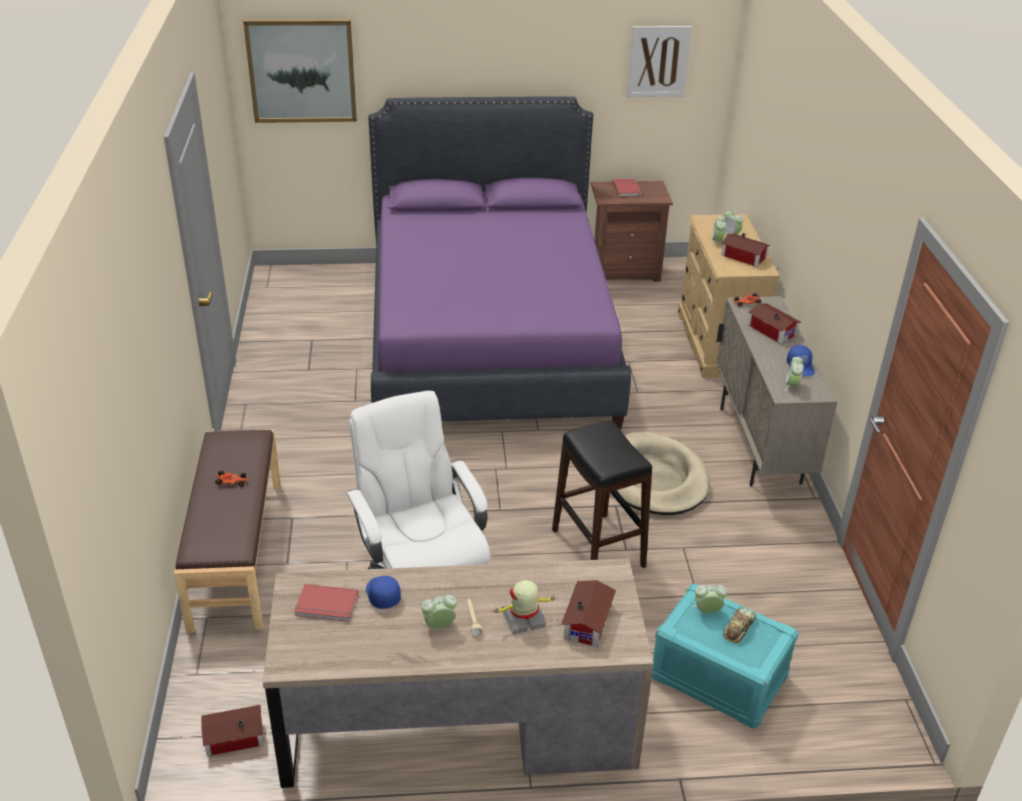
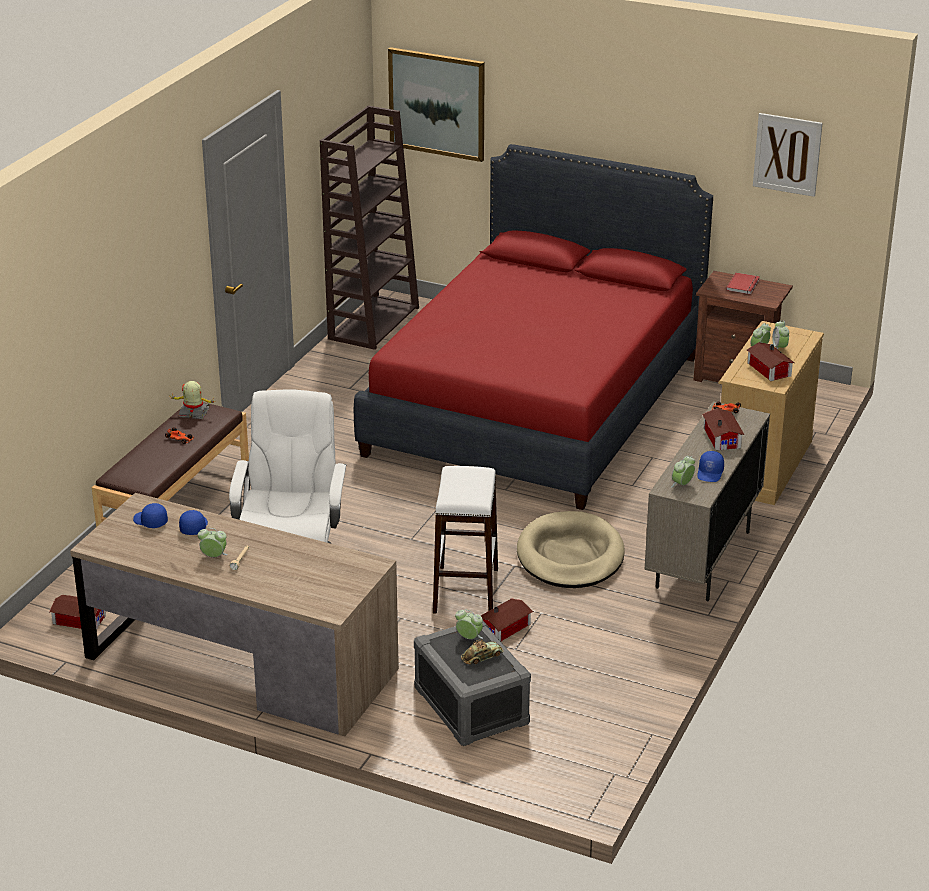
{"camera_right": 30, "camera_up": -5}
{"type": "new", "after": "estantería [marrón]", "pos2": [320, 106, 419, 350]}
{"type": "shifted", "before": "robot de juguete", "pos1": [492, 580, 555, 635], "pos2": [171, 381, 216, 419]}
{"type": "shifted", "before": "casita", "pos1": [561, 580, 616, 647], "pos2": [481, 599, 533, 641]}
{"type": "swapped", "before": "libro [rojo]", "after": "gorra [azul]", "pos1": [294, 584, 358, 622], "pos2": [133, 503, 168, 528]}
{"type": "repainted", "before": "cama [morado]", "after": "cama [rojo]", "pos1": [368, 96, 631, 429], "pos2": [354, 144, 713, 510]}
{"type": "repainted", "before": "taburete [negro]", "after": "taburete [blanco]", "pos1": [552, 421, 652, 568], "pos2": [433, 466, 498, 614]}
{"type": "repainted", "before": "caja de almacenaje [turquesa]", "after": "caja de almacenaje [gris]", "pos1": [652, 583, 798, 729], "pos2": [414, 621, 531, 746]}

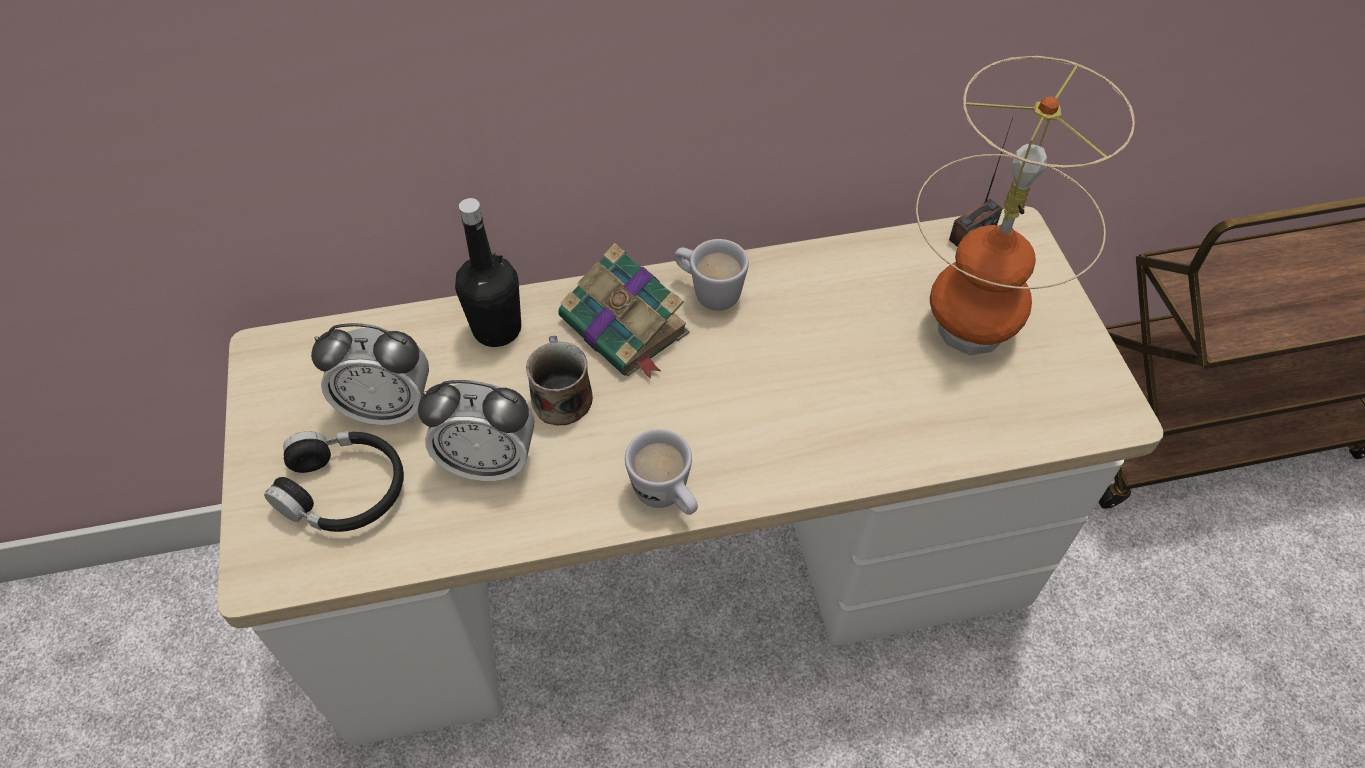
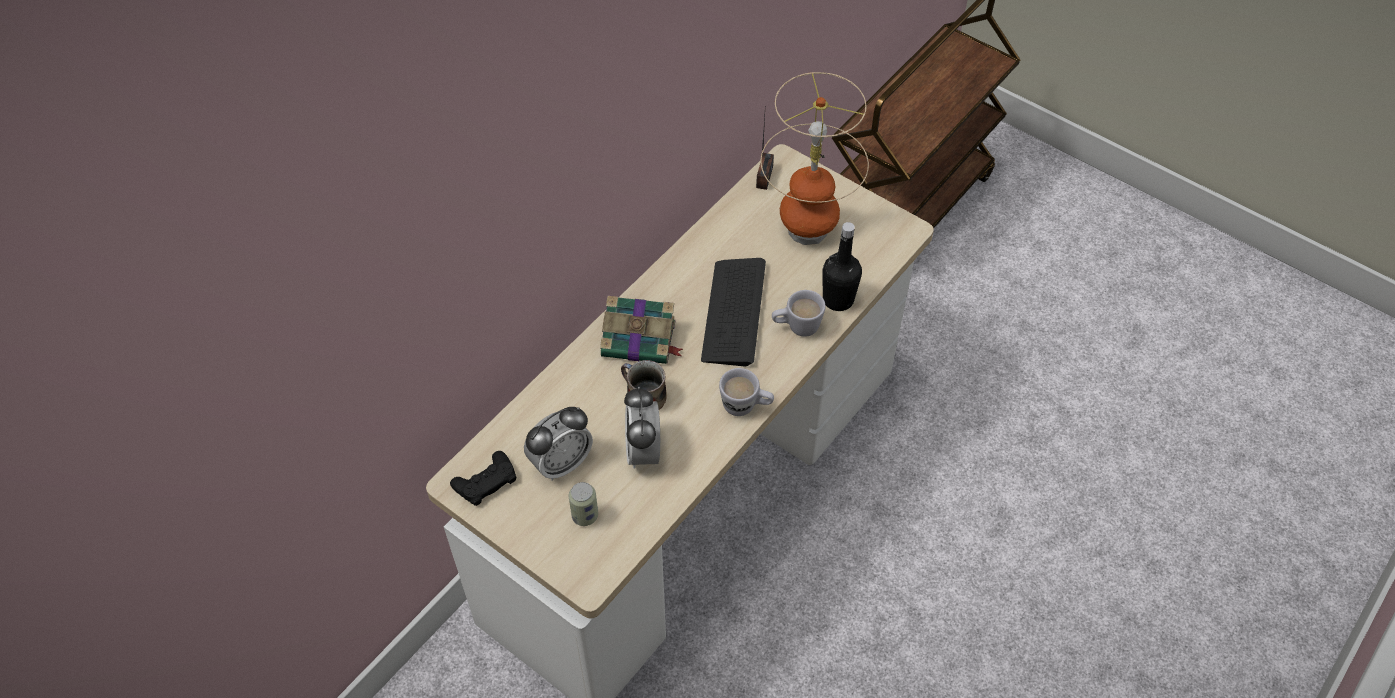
{"camera_right": -40, "camera_up": 0}
{"type": "new", "after": "mando de consola [negro]", "pos2": [450, 451, 517, 506]}
{"type": "new", "after": "teclado", "pos2": [701, 258, 766, 367]}
{"type": "shifted", "before": "botella [negro]", "pos1": [455, 198, 521, 347], "pos2": [822, 222, 862, 311]}
{"type": "shifted", "before": "taza grande [blanco]", "pos1": [674, 239, 749, 311], "pos2": [772, 290, 826, 337]}
{"type": "swapped", "before": "auriculares [negro]", "after": "lata", "pos1": [264, 431, 404, 532], "pos2": [569, 482, 598, 526]}
{"type": "rotated", "before": "despertador", "pos1": [418, 380, 535, 481], "pos2": [624, 387, 660, 469], "turn": 120}

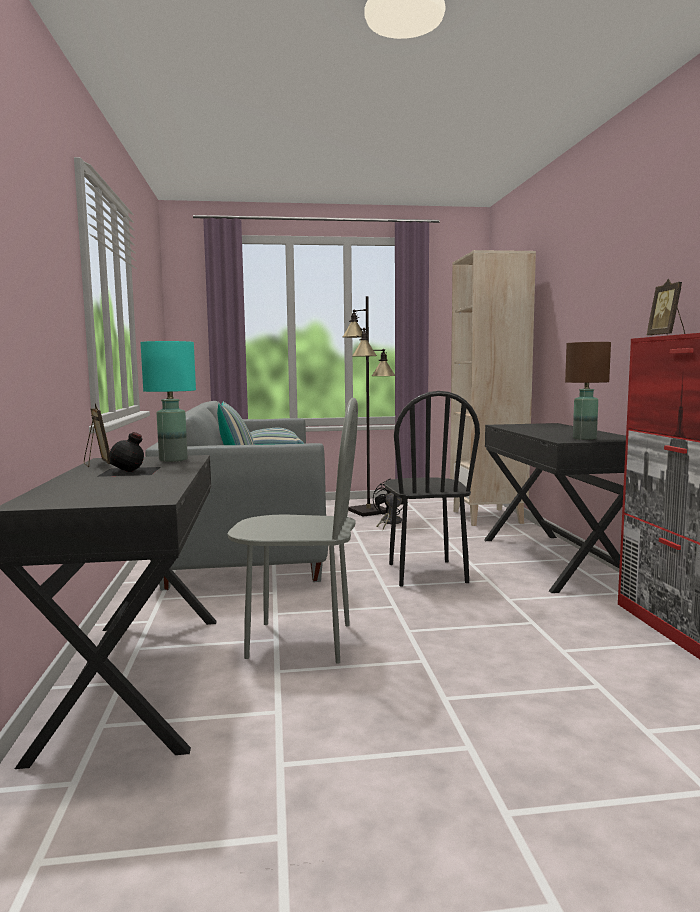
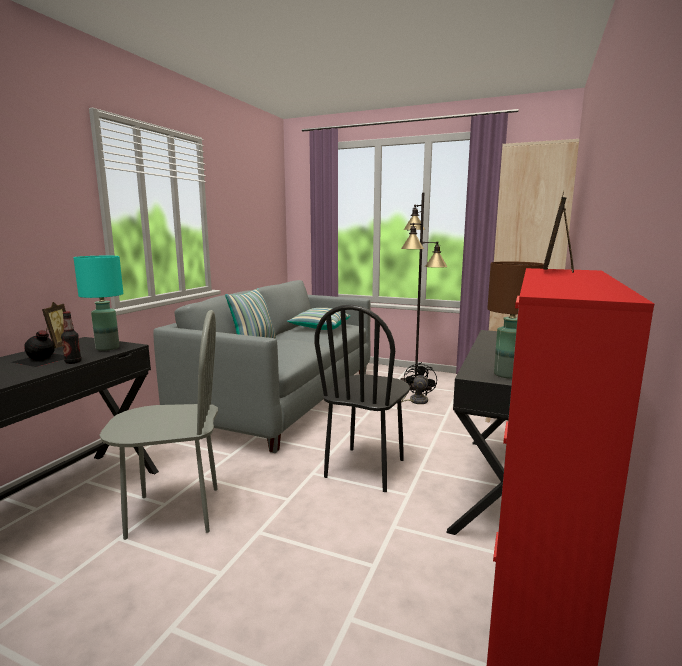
{"camera_right": 30, "camera_up": 5}
{"type": "new", "after": "botella", "pos2": [61, 311, 81, 364]}
{"type": "rotated", "before": "silla [gris]", "pos1": [227, 398, 358, 664], "pos2": [99, 310, 218, 540], "turn": -45}

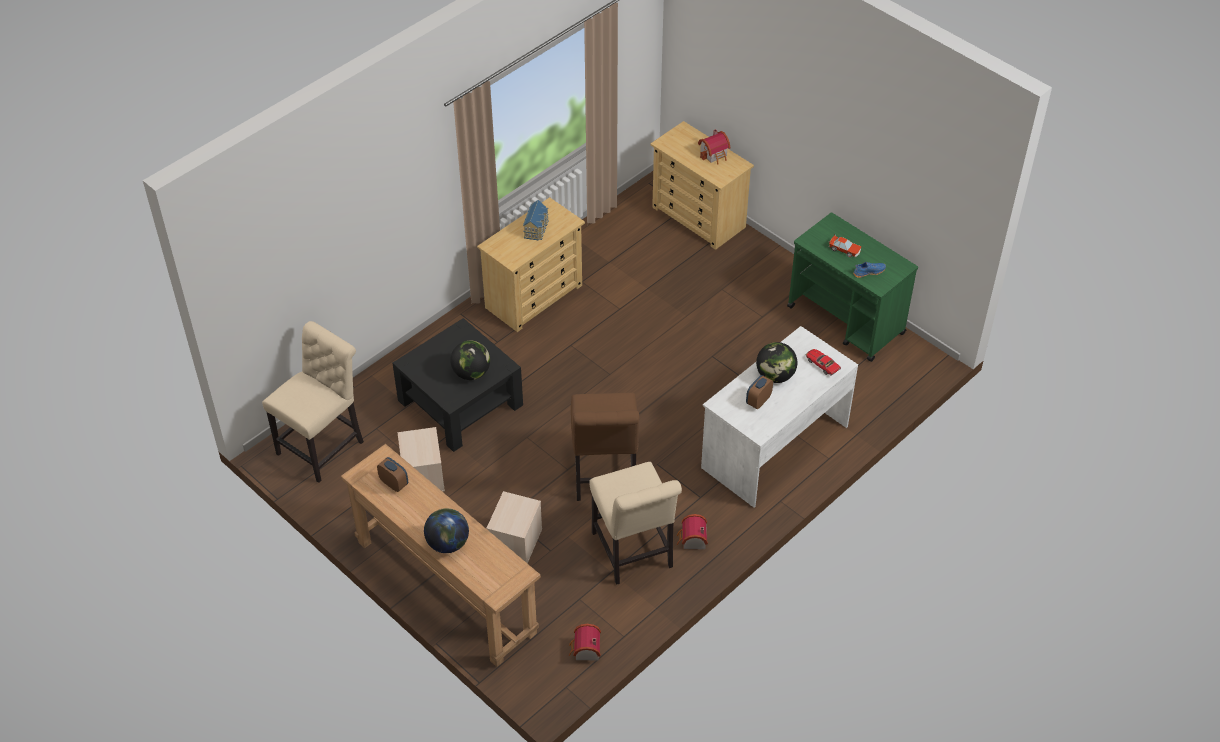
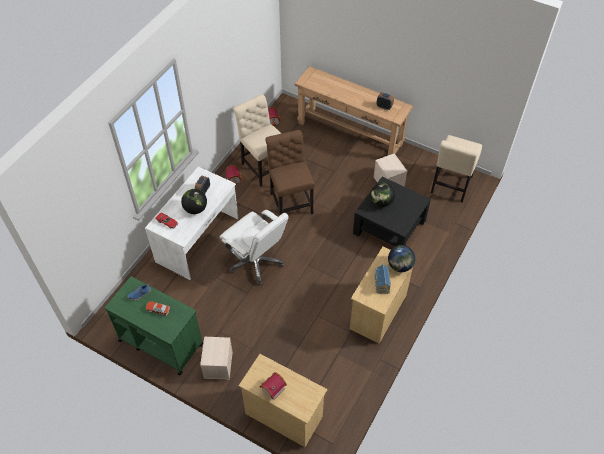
{"camera_right": 165, "camera_up": 5}
{"type": "new", "after": "silla de oficina [blanco]", "pos2": [220, 210, 289, 285]}
{"type": "shifted", "before": "globo terráqueo", "pos1": [424, 508, 469, 553], "pos2": [388, 245, 415, 272]}
{"type": "shifted", "before": "caja de almacenaje [beis]", "pos1": [486, 491, 542, 564], "pos2": [200, 337, 233, 380]}

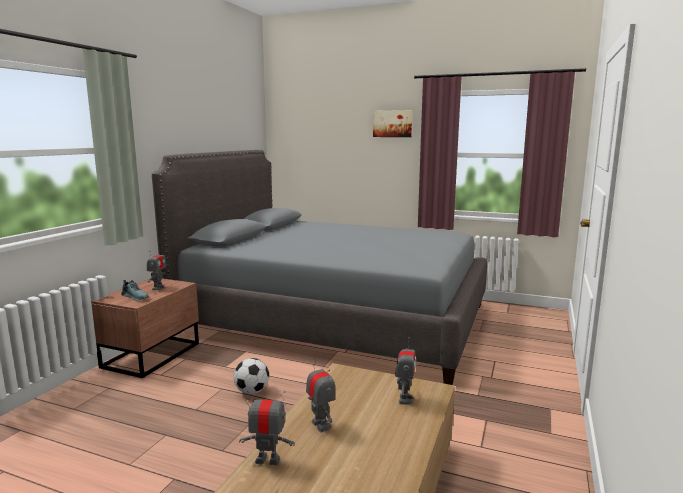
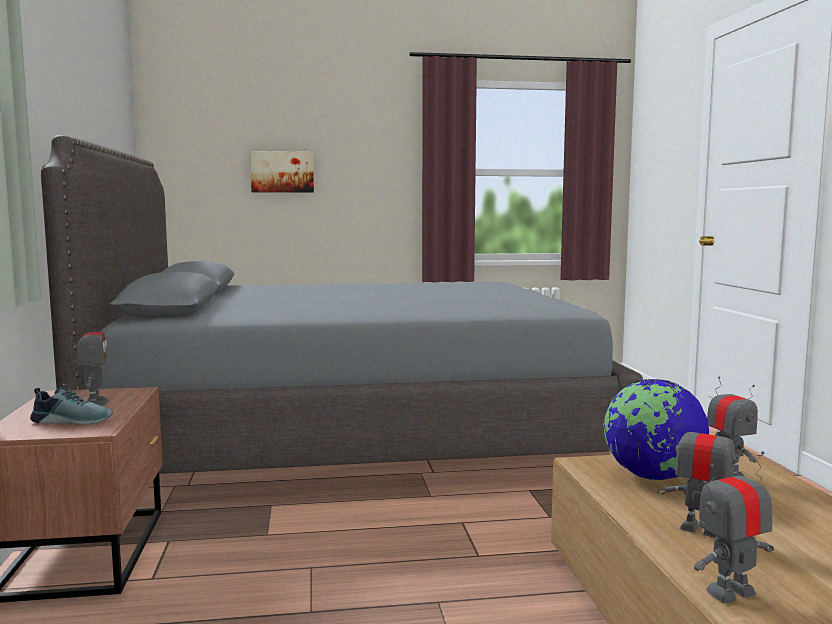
{"camera_right": -30, "camera_up": -5}
{"type": "gone", "before": "balón de fútbol", "pos1": [234, 358, 269, 394]}
{"type": "new", "after": "globo terráqueo", "pos2": [603, 379, 709, 480]}
{"type": "shifted", "before": "cuadro", "pos1": [373, 110, 412, 137], "pos2": [250, 151, 314, 193]}

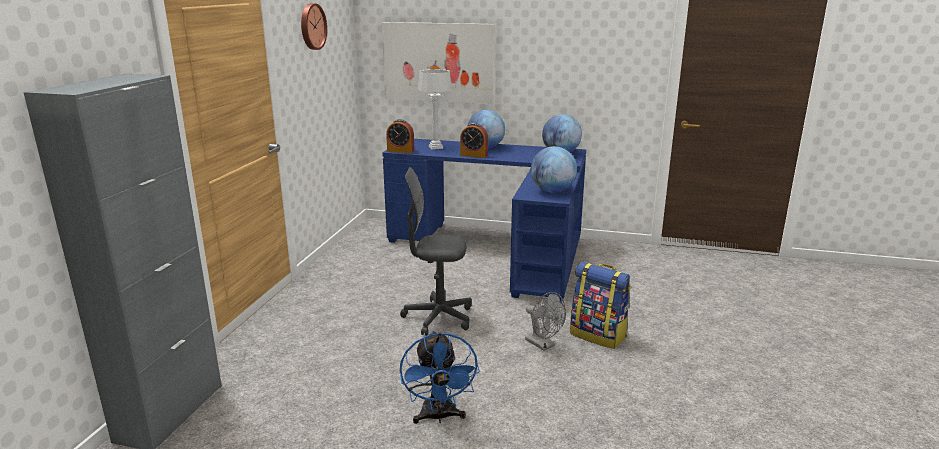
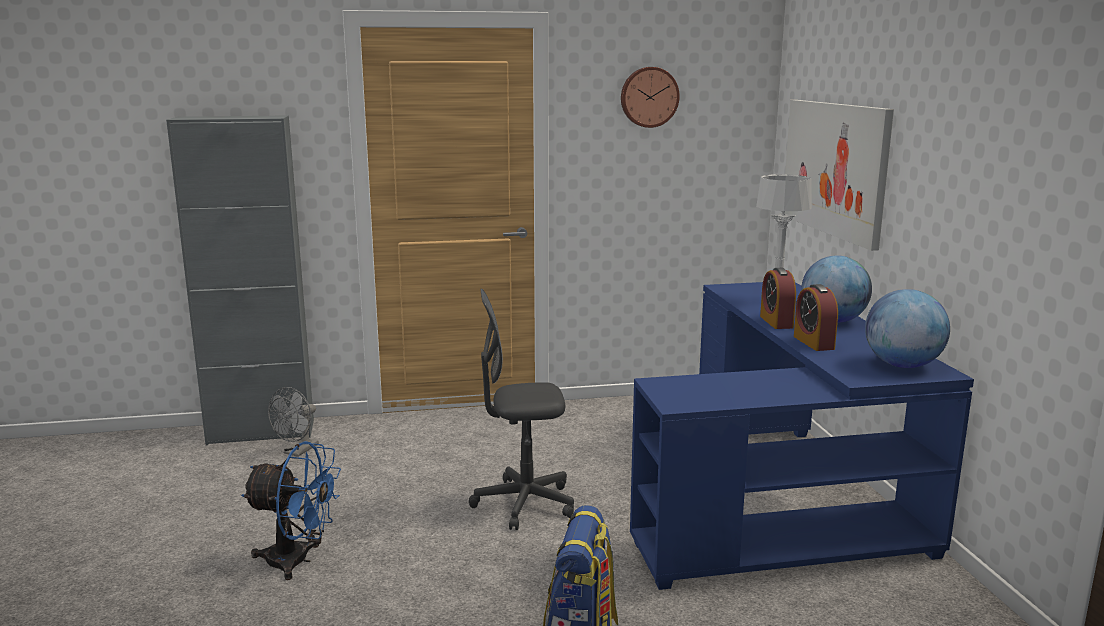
{"camera_right": 65, "camera_up": -5}
{"type": "gone", "before": "globo terráqueo", "pos1": [531, 146, 577, 193]}
{"type": "shifted", "before": "despertador", "pos1": [386, 119, 414, 153], "pos2": [794, 284, 838, 351]}
{"type": "shifted", "before": "ventilador [gris]", "pos1": [525, 292, 566, 351], "pos2": [268, 387, 319, 457]}
{"type": "rotated", "before": "silla de oficina [gris]", "pos1": [400, 167, 472, 336], "pos2": [469, 289, 574, 530], "turn": -75}
{"type": "rotated", "before": "ventilador [azul]", "pos1": [400, 331, 480, 424], "pos2": [241, 441, 341, 580], "turn": -135}

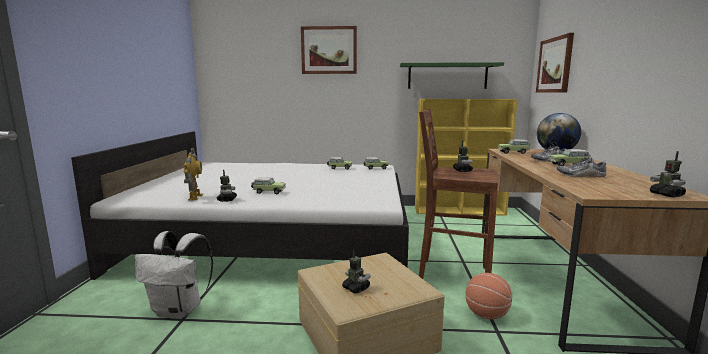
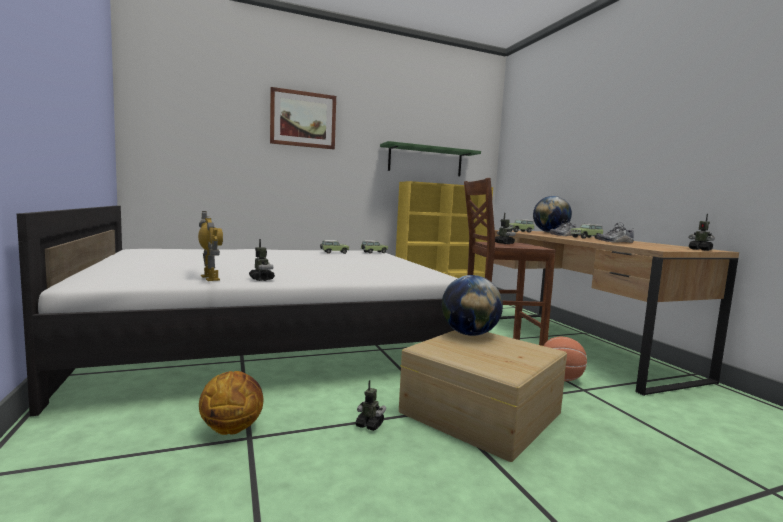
{"camera_right": -25, "camera_up": -5}
{"type": "gone", "before": "coche de juguete", "pos1": [251, 177, 285, 194]}
{"type": "gone", "before": "cuadro", "pos1": [536, 33, 574, 93]}
{"type": "new", "after": "globo terráqueo", "pos2": [442, 275, 503, 336]}
{"type": "shifted", "before": "robot de juguete", "pos1": [342, 249, 371, 293], "pos2": [356, 380, 386, 431]}
{"type": "swapped", "before": "mochila [blanco]", "after": "balón de baloncesto", "pos1": [135, 231, 213, 318], "pos2": [199, 371, 264, 435]}

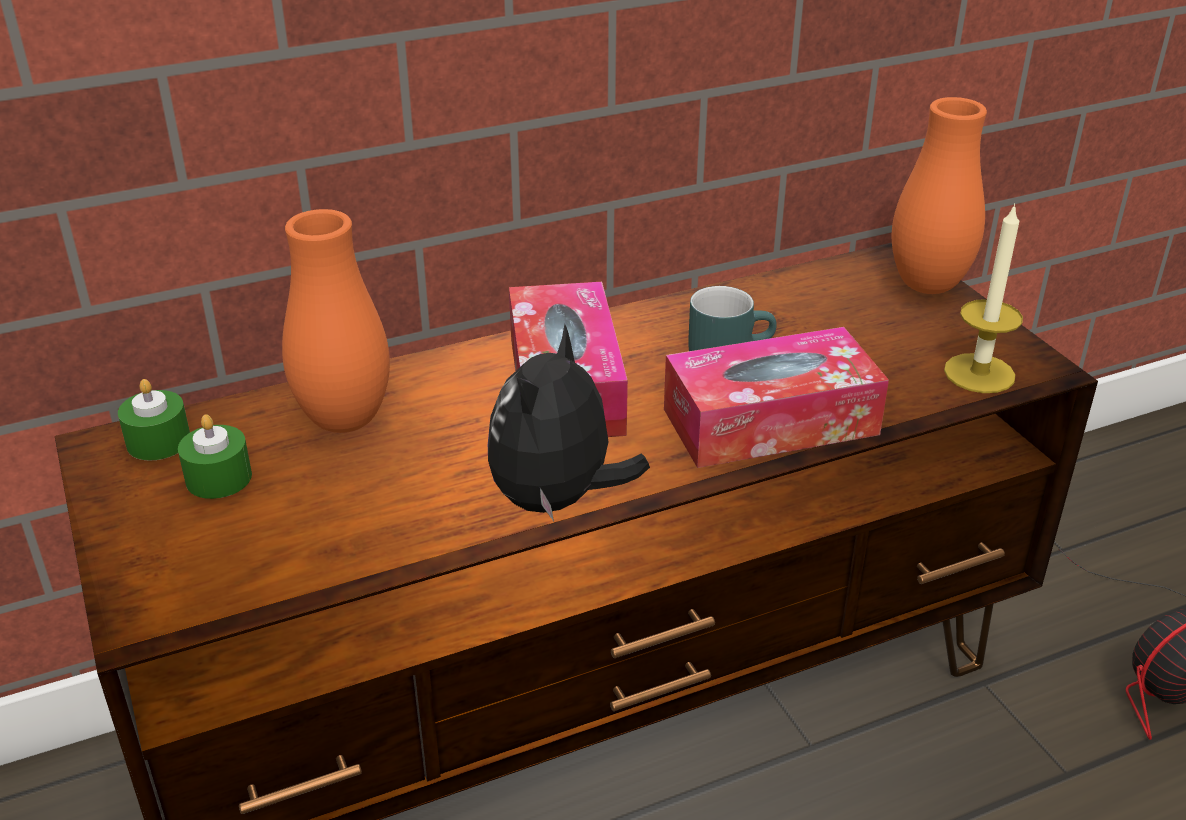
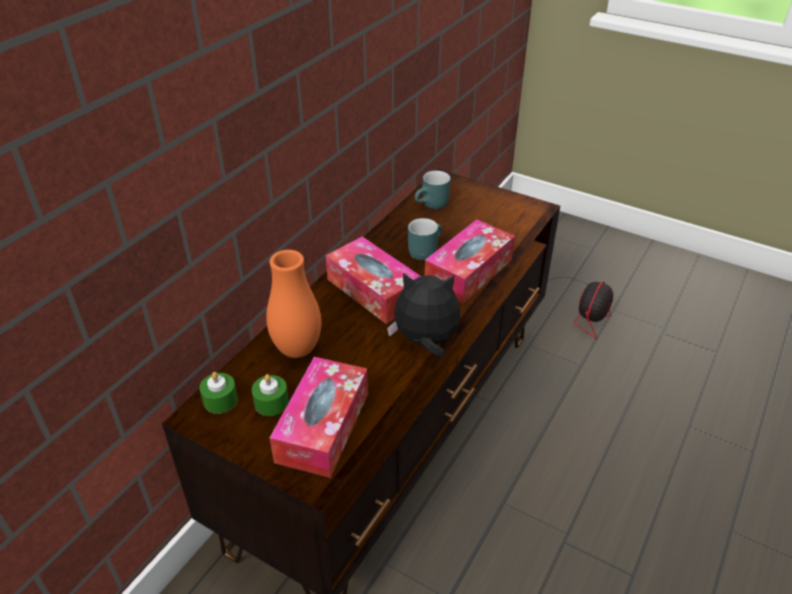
{"camera_right": -35, "camera_up": 5}
{"type": "gone", "before": "florero [naranja]", "pos1": [892, 97, 987, 294]}
{"type": "gone", "before": "vela", "pos1": [944, 203, 1023, 393]}
{"type": "new", "after": "caja de pañuelos", "pos2": [270, 357, 368, 478]}
{"type": "new", "after": "taza grande [turquesa]", "pos2": [415, 171, 451, 209]}
{"type": "rotated", "before": "peluche", "pos1": [488, 324, 650, 521], "pos2": [387, 272, 460, 356], "turn": 105}

